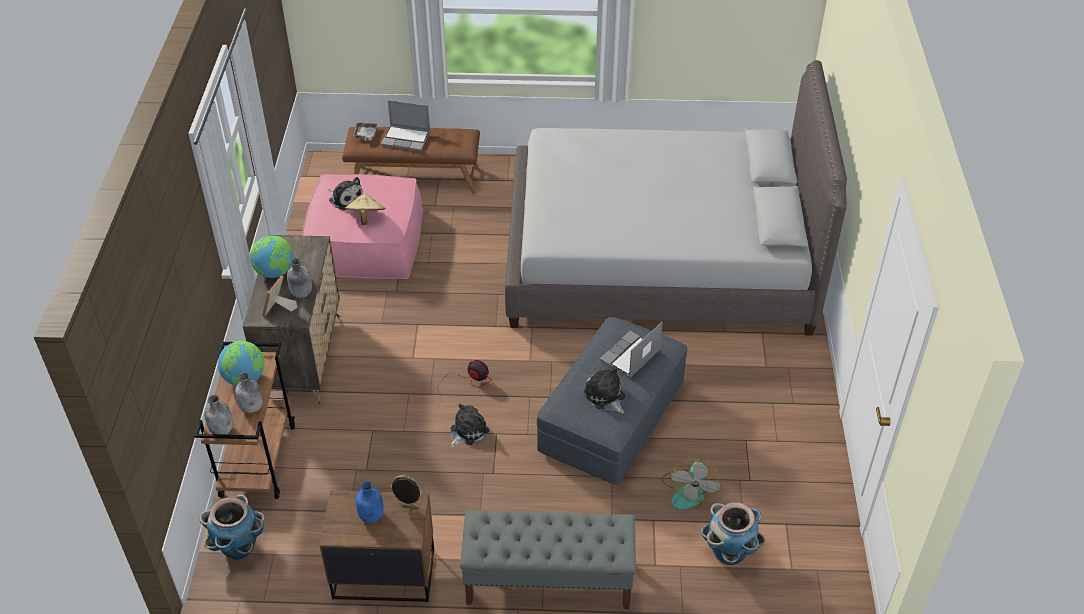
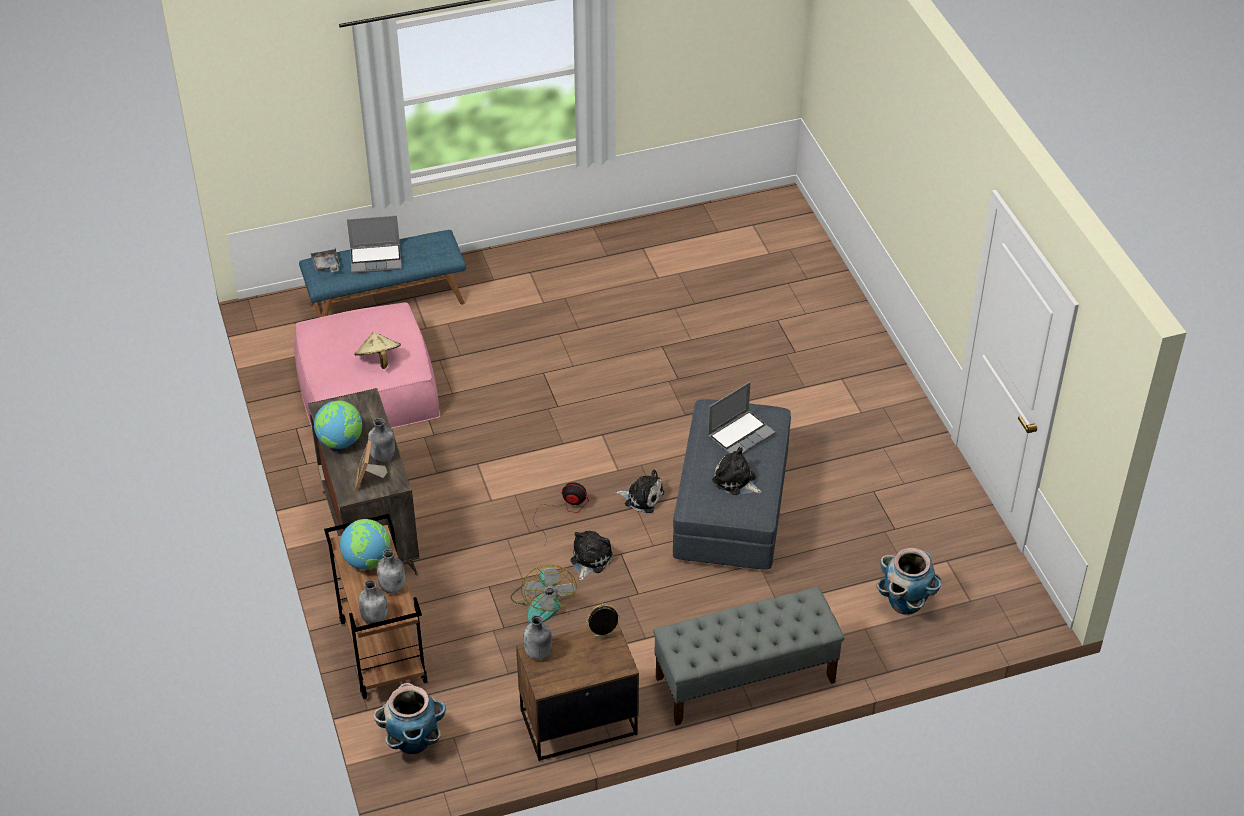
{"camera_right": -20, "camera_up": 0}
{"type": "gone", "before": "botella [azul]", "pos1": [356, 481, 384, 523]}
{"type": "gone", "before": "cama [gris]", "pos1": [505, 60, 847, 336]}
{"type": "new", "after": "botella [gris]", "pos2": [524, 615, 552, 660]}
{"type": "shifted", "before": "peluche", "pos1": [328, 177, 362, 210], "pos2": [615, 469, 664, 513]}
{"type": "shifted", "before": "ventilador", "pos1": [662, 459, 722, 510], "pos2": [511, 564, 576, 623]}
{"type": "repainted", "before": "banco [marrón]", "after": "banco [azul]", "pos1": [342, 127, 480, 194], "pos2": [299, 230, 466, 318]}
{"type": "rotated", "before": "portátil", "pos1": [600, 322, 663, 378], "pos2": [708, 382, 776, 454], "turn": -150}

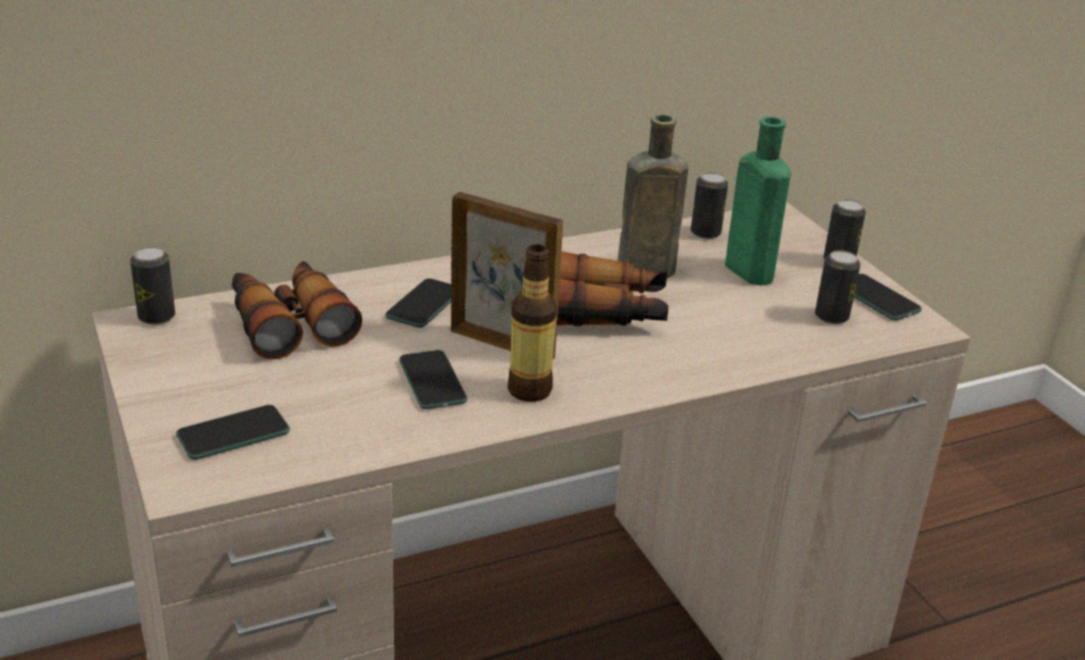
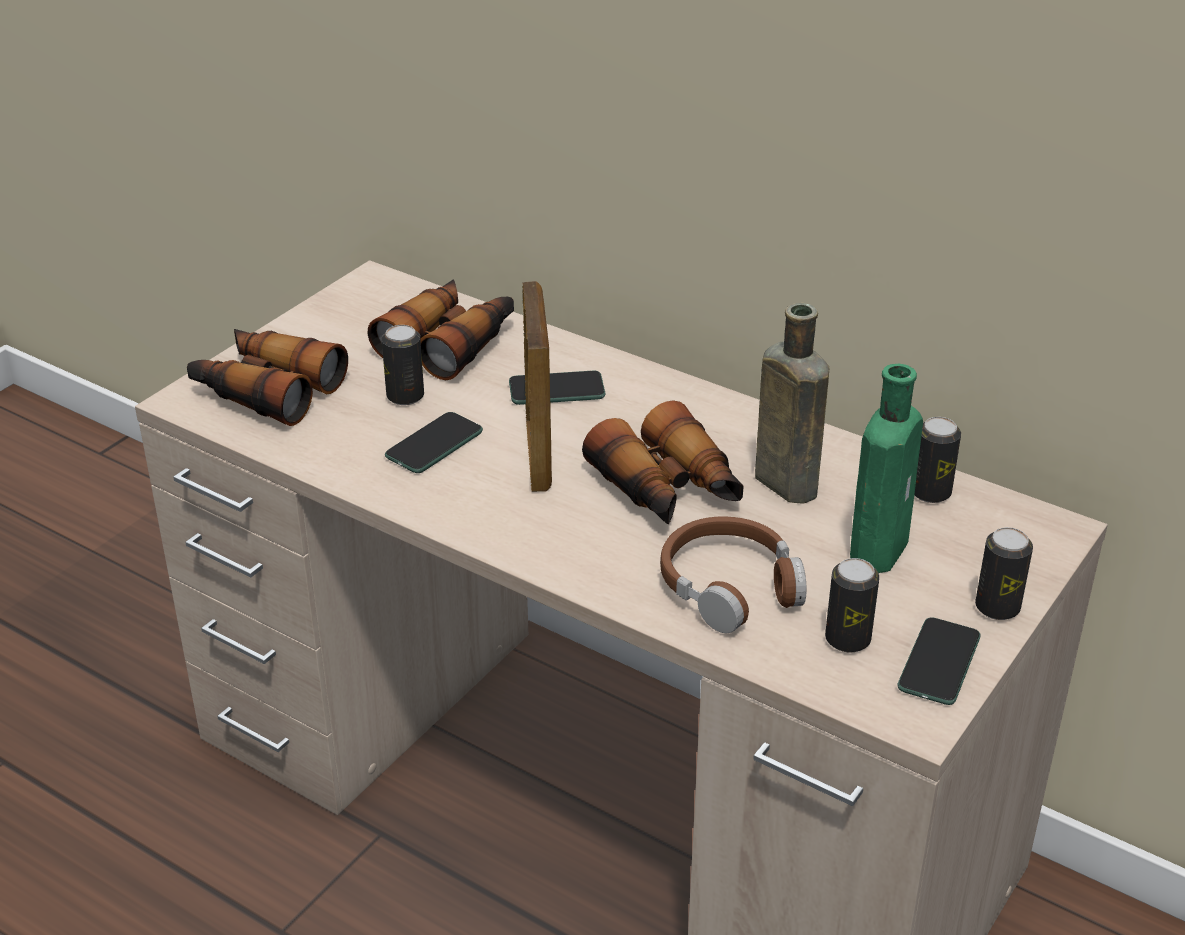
{"camera_right": 60, "camera_up": 5}
{"type": "gone", "before": "botella", "pos1": [508, 244, 557, 402]}
{"type": "new", "after": "auriculares [marrón]", "pos2": [660, 516, 806, 633]}
{"type": "shifted", "before": "lata", "pos1": [130, 247, 175, 325], "pos2": [381, 325, 424, 405]}
{"type": "swapped", "before": "móvil", "after": "prismáticos", "pos1": [176, 405, 290, 460], "pos2": [187, 329, 348, 426]}

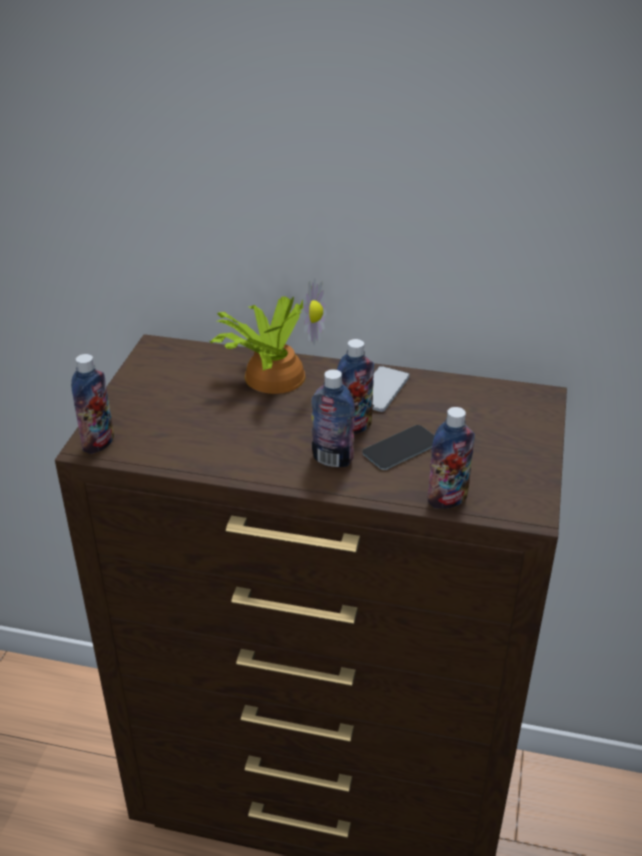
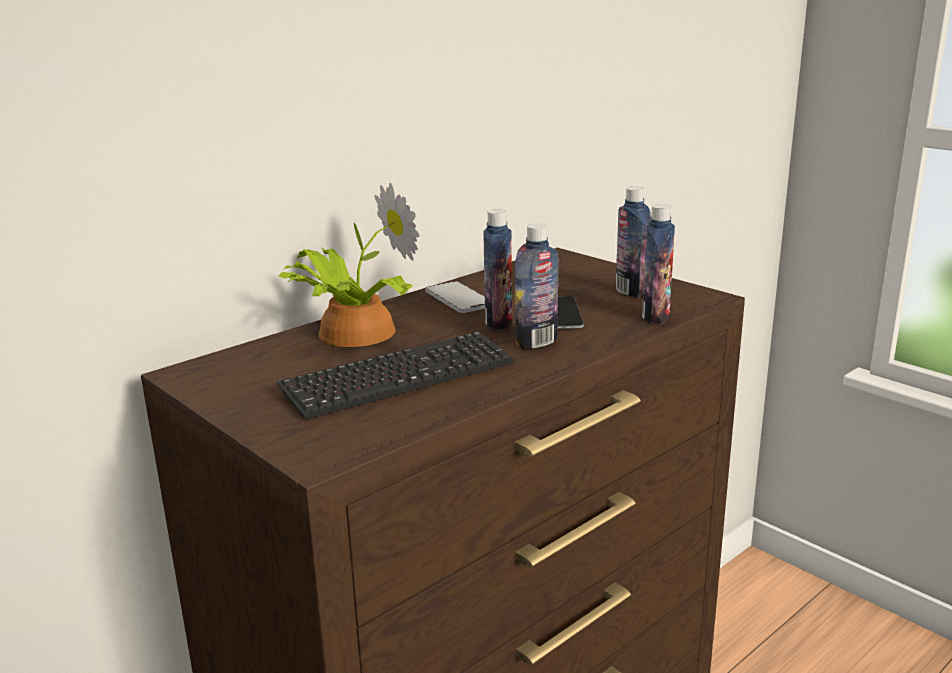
{"camera_right": -55, "camera_up": -15}
{"type": "new", "after": "teclado", "pos2": [277, 331, 514, 420]}
{"type": "shifted", "before": "botella", "pos1": [71, 354, 114, 454], "pos2": [615, 187, 651, 298]}

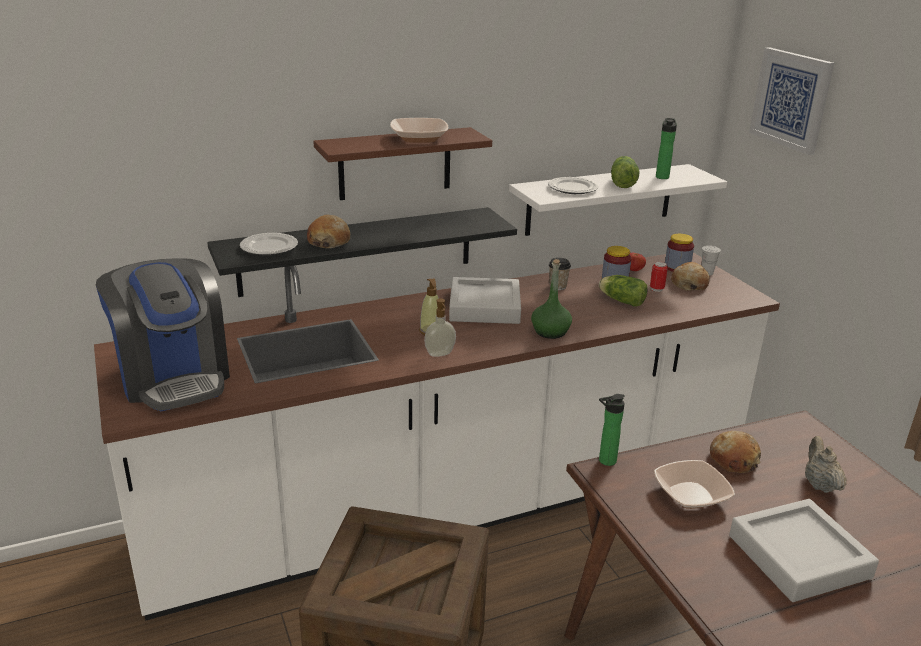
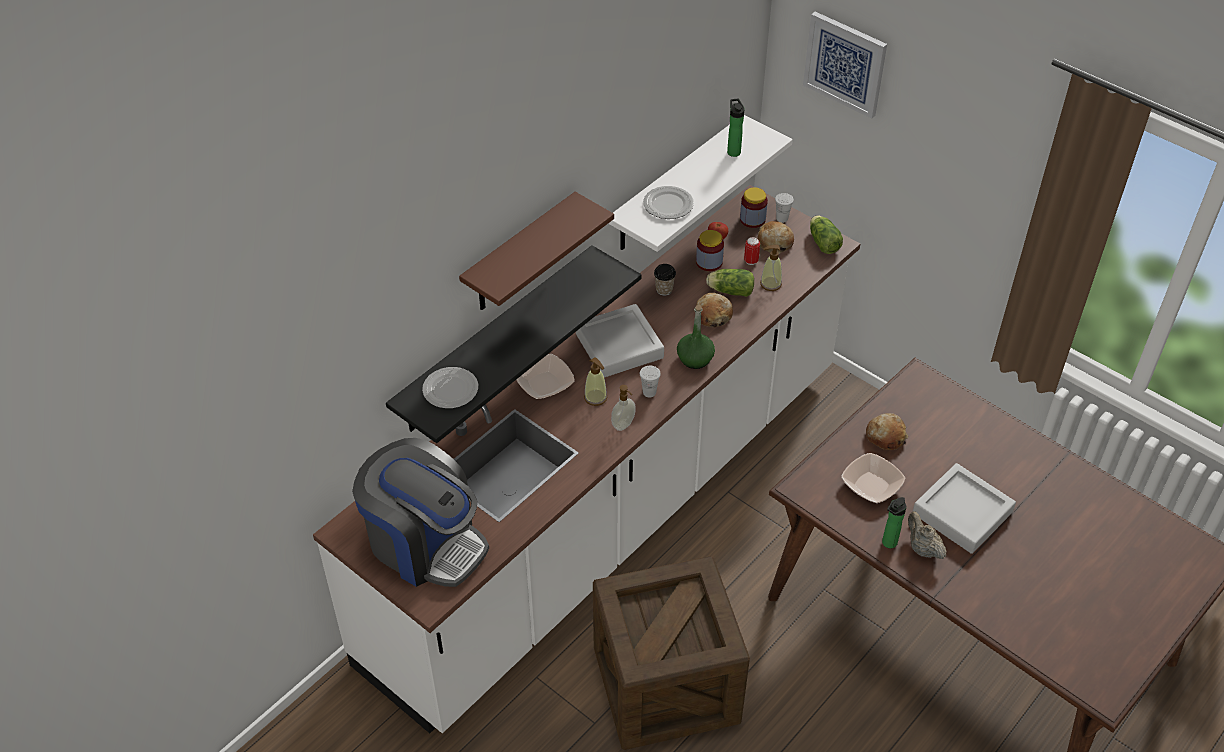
{"camera_right": -25, "camera_up": 20}
{"type": "new", "after": "taza [blanco]", "pos2": [640, 366, 661, 398]}
{"type": "new", "after": "dispensador de jabón", "pos2": [760, 245, 782, 291]}
{"type": "shifted", "before": "pan", "pos1": [307, 215, 350, 248], "pos2": [696, 293, 733, 327]}
{"type": "shifted", "before": "cuenco", "pos1": [390, 118, 448, 143], "pos2": [516, 354, 575, 399]}
{"type": "shifted", "before": "botella", "pos1": [599, 394, 625, 466], "pos2": [882, 497, 907, 549]}
{"type": "shifted", "before": "lechuga", "pos1": [611, 156, 640, 188], "pos2": [810, 215, 843, 254]}
{"type": "shifted", "before": "tetera [beis]", "pos1": [805, 436, 847, 493], "pos2": [908, 511, 947, 559]}

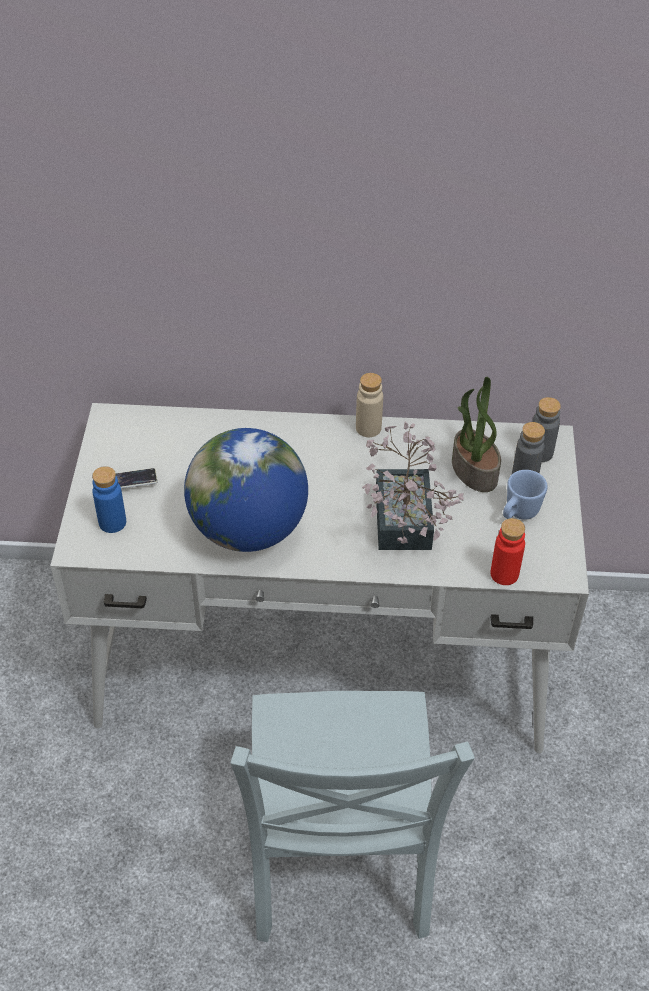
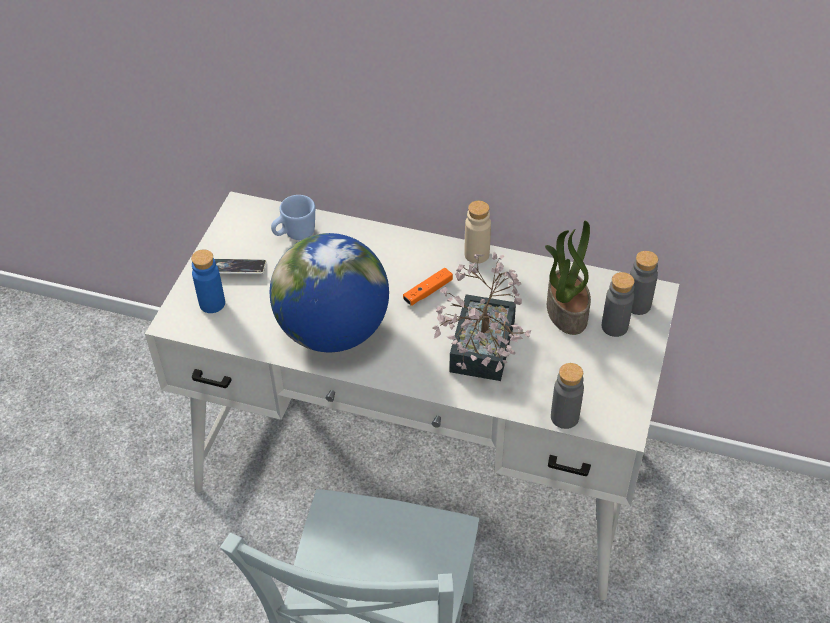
{"camera_right": 15, "camera_up": 0}
{"type": "new", "after": "mando de consola [naranja]", "pos2": [403, 268, 453, 306]}
{"type": "shifted", "before": "taza grande [azul]", "pos1": [503, 470, 547, 520], "pos2": [271, 195, 315, 240]}
{"type": "repainted", "before": "botella [rojo]", "after": "botella [gris]", "pos1": [491, 518, 525, 585], "pos2": [551, 363, 584, 429]}

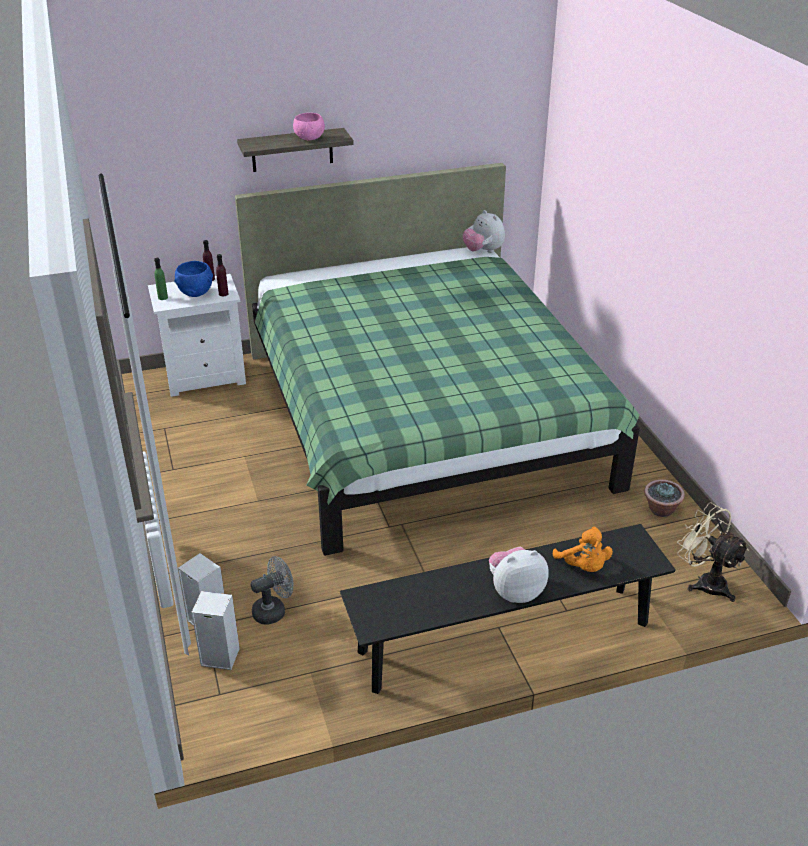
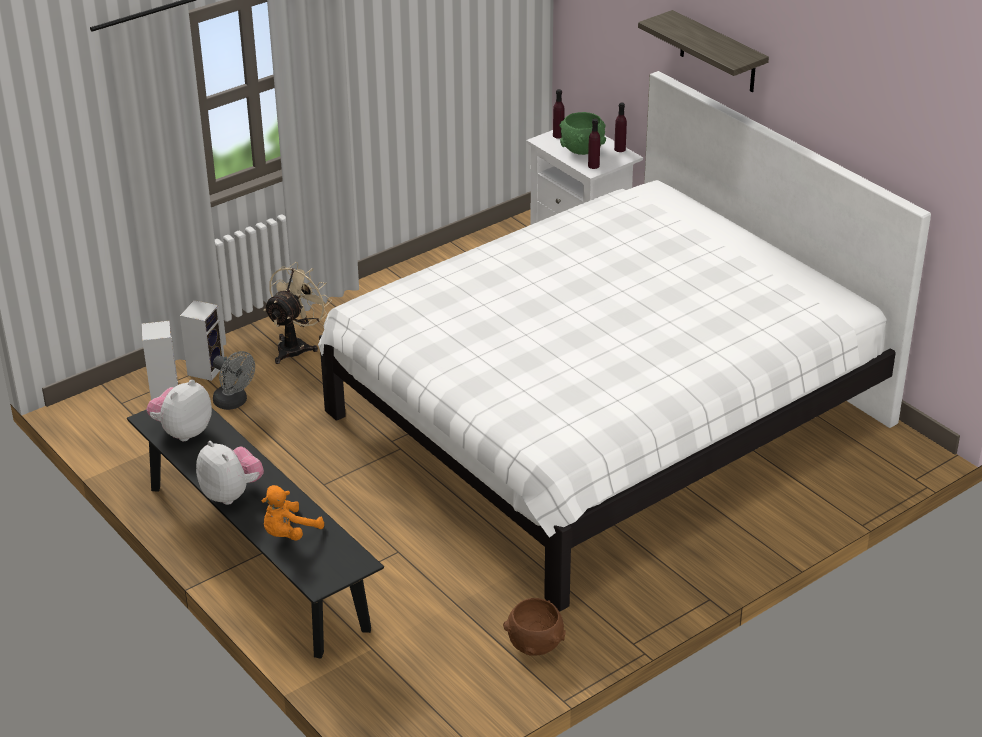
{"camera_right": 70, "camera_up": 0}
{"type": "gone", "before": "cuenco [rosa]", "pos1": [293, 113, 325, 140]}
{"type": "shifted", "before": "peluche", "pos1": [463, 210, 505, 253], "pos2": [146, 379, 212, 441]}
{"type": "shifted", "before": "ventilador [beis]", "pos1": [677, 502, 749, 602], "pos2": [263, 262, 332, 364]}
{"type": "swapped", "before": "planta en maceta", "after": "cuenco [marrón]", "pos1": [644, 479, 685, 517], "pos2": [503, 598, 566, 656]}
{"type": "repainted", "before": "botella [verde]", "after": "botella [morado]", "pos1": [154, 258, 168, 300], "pos2": [553, 89, 565, 139]}
{"type": "repainted", "before": "cuenco [azul]", "after": "cuenco [verde]", "pos1": [174, 261, 213, 297], "pos2": [559, 112, 606, 155]}
{"type": "repainted", "before": "cama [verde]", "after": "cama [blanco]", "pos1": [235, 163, 640, 556], "pos2": [318, 71, 931, 612]}

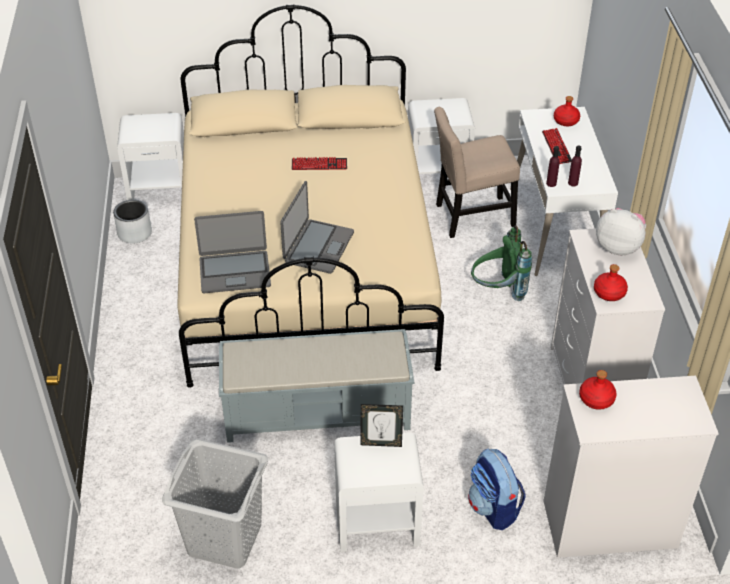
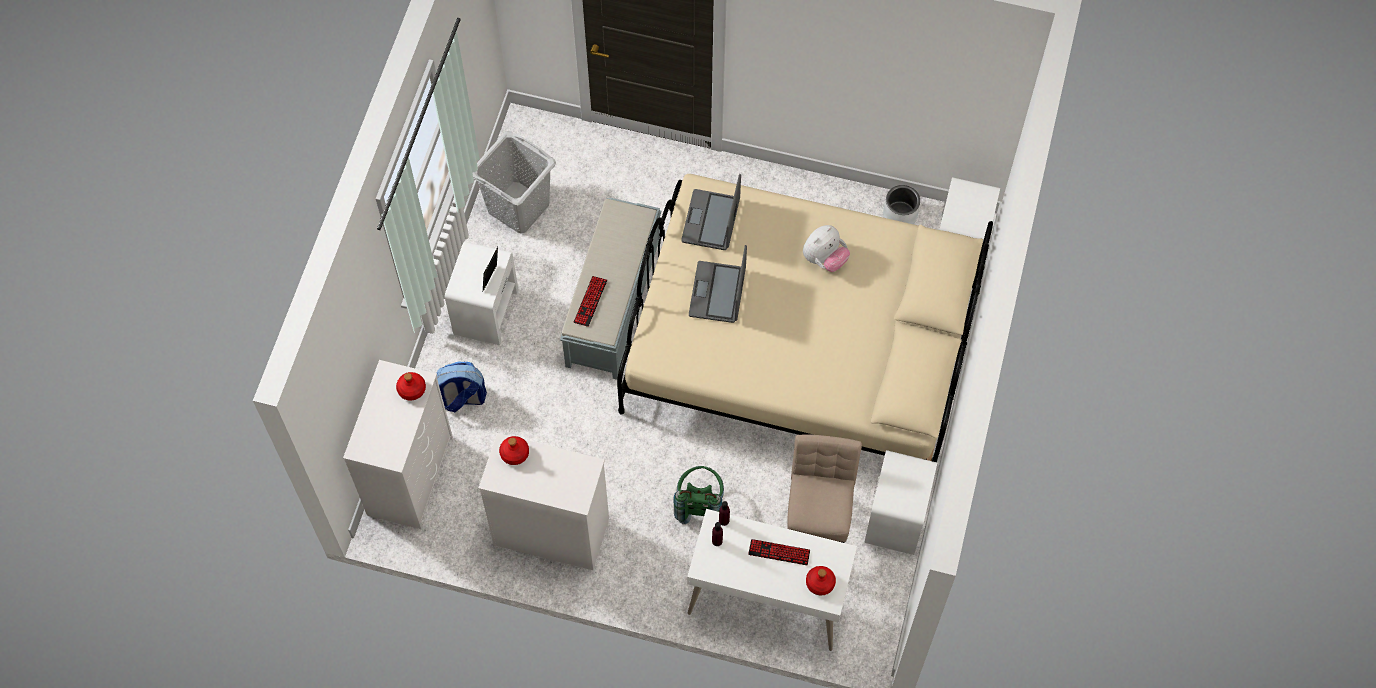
{"camera_right": 110, "camera_up": 20}
{"type": "shifted", "before": "teclado", "pos1": [292, 157, 347, 170], "pos2": [574, 276, 607, 327]}
{"type": "shifted", "before": "peluche", "pos1": [596, 208, 646, 256], "pos2": [803, 225, 850, 272]}
{"type": "rotated", "before": "portátil", "pos1": [280, 181, 354, 274], "pos2": [689, 245, 747, 323], "turn": 60}

